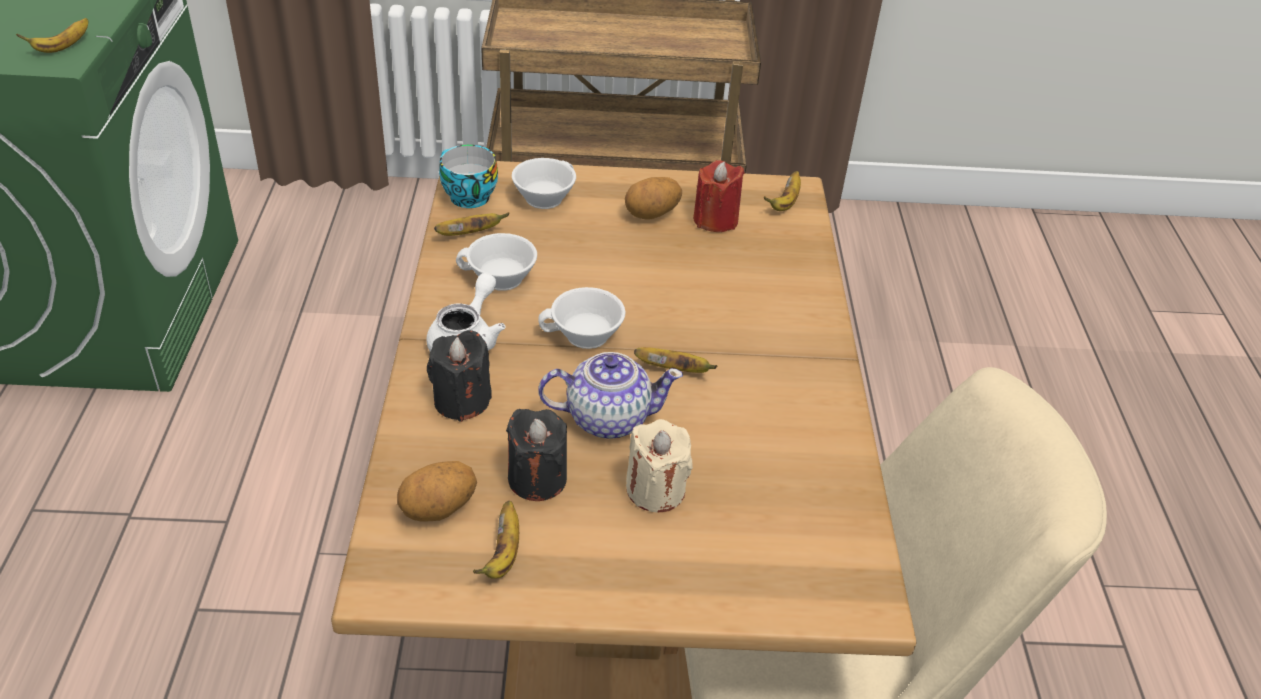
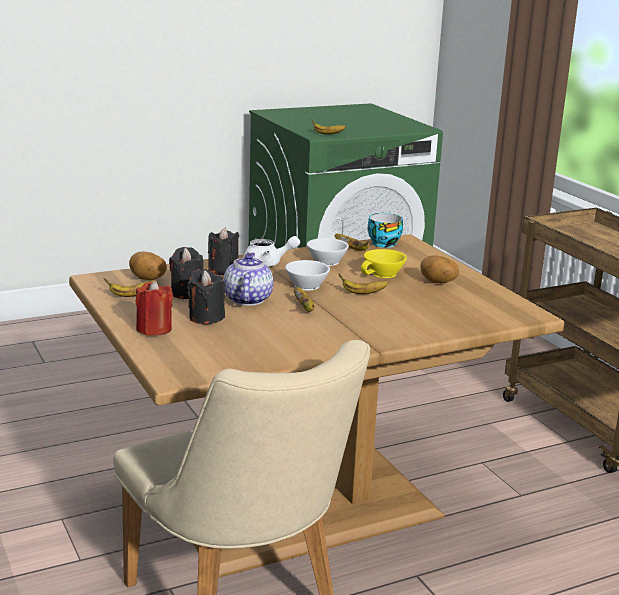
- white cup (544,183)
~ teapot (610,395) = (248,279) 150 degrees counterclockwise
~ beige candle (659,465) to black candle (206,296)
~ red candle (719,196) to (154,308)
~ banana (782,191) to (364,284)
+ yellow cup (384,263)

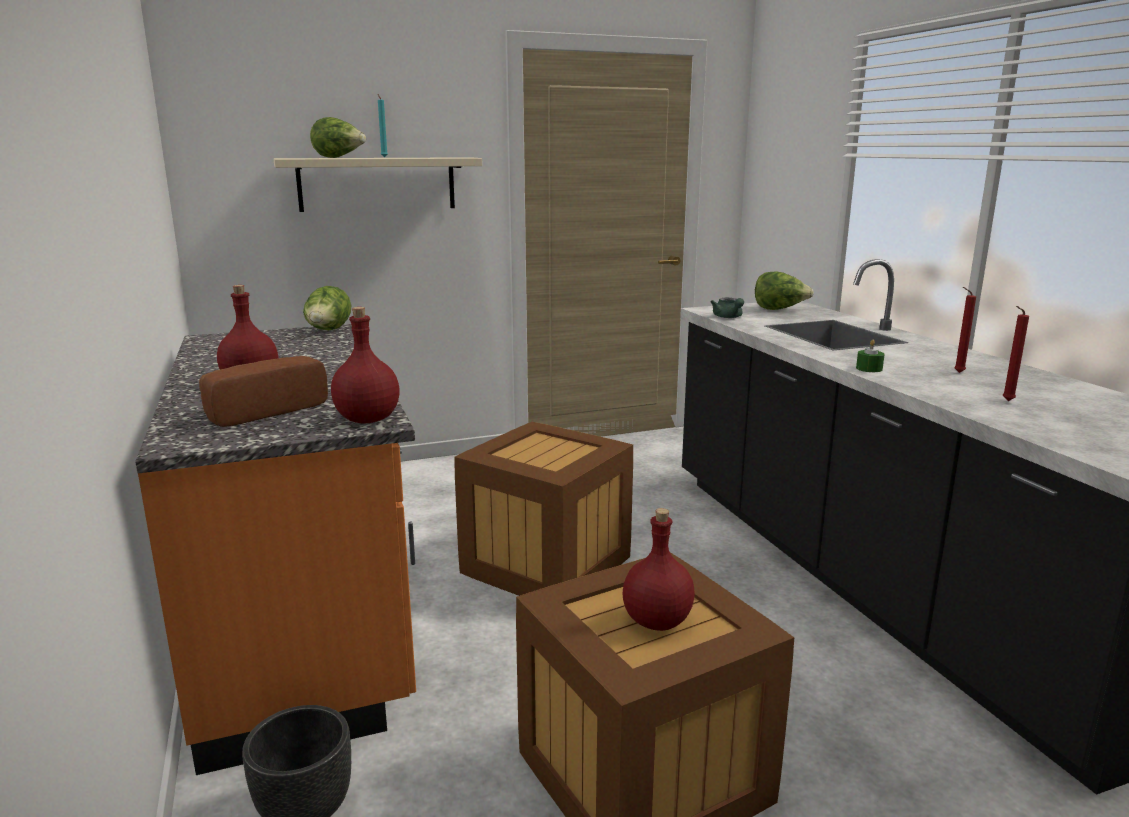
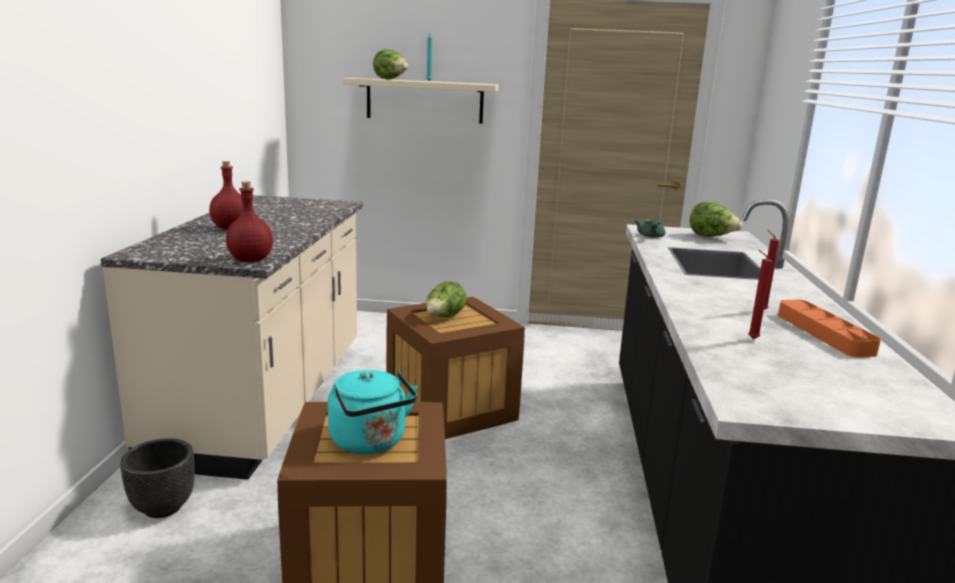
~ orange counter (275,549) to beige counter (232,337)
- bread (263,391)
~ lettuce (327,308) to (446,299)
~ red bottle (659,569) to turquoise kettle (372,412)
- green candle (870,356)
+ orange tray (829,328)

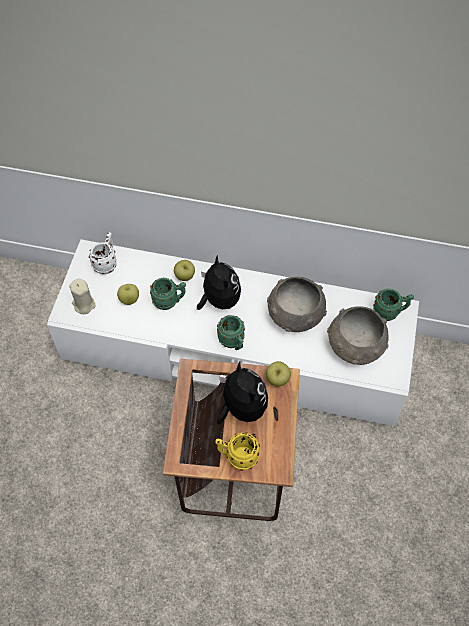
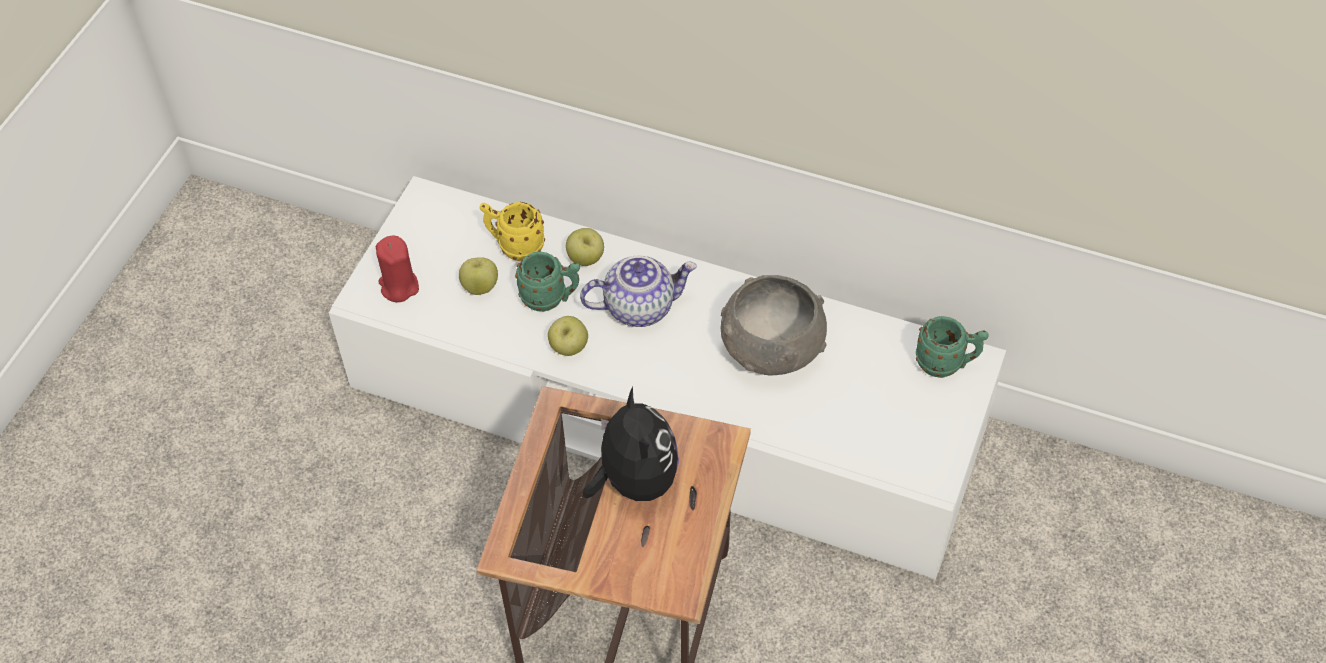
~ beige candle (82,296) to red candle (397,269)
- white mug (103,253)
~ plush toy (219,282) to teapot (638,291)
~ yellow mug (237,451) to (512,231)
- green mug (231,332)
~ apple (278,373) to (568,336)
- grey bowl (358,335)

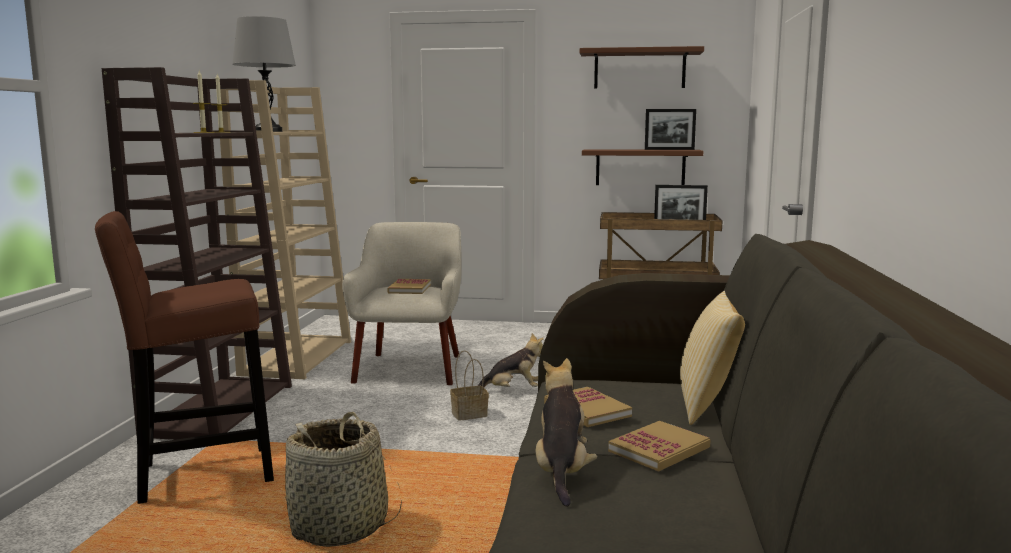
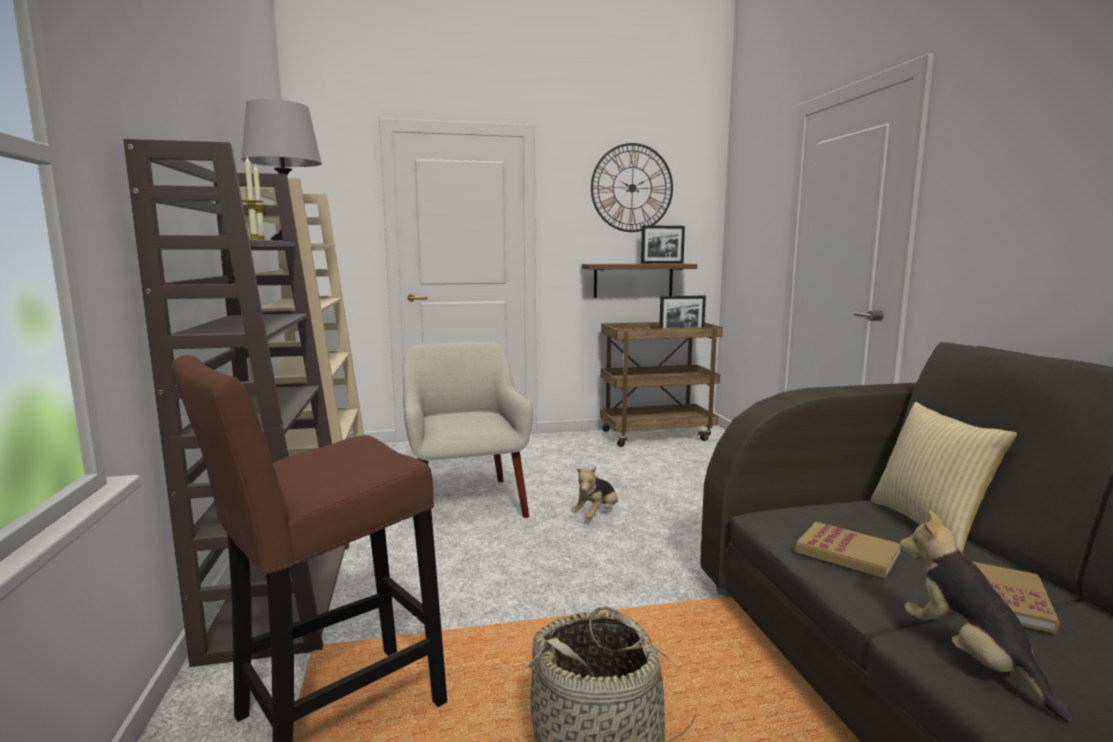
- book (409,286)
- basket (469,385)
~ plush toy (510,360) = (594,493) 150 degrees clockwise
~ brown shelf (642,67) to wall clock (632,187)

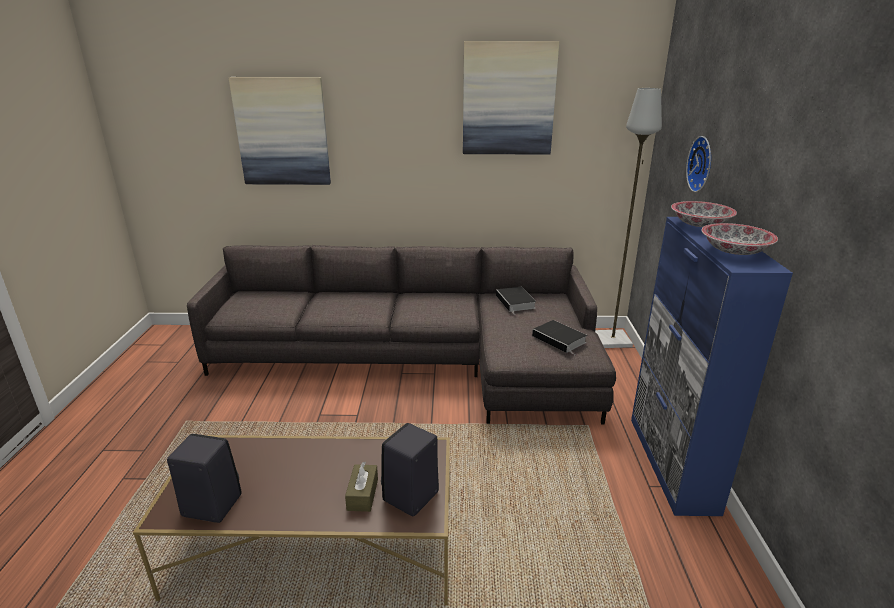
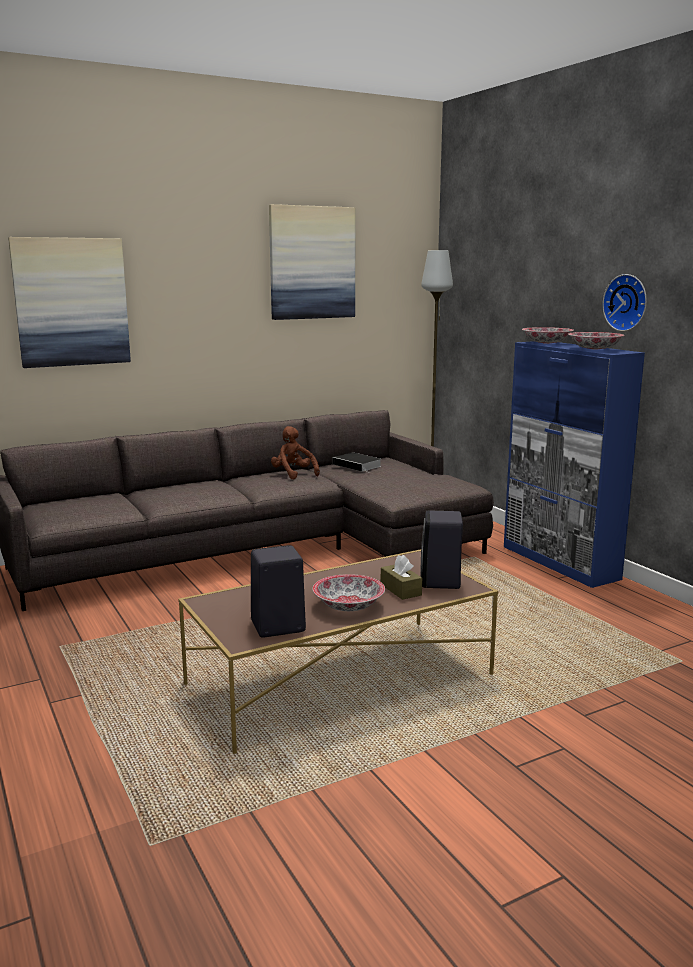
- book (559,337)
~ wall clock (698,164) to (624,302)
+ brown plush toy (295,452)
+ bowl (349,592)

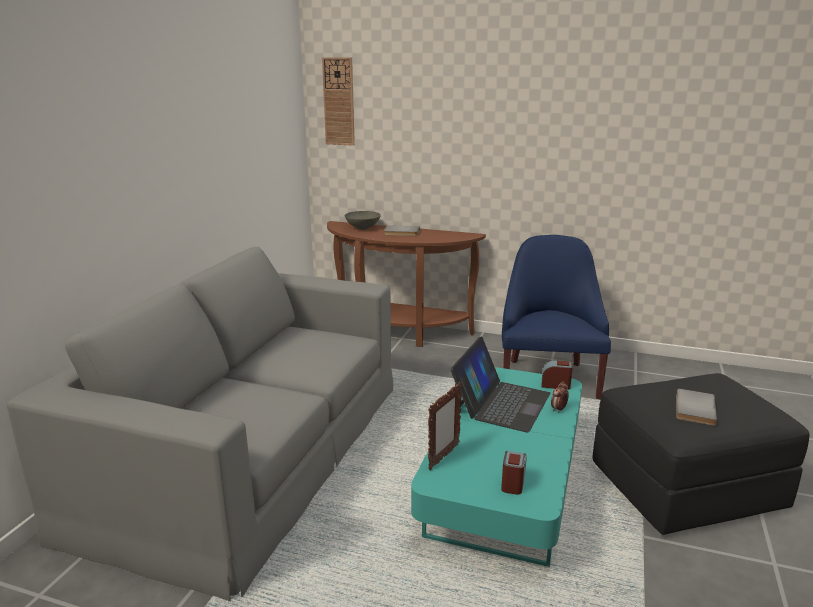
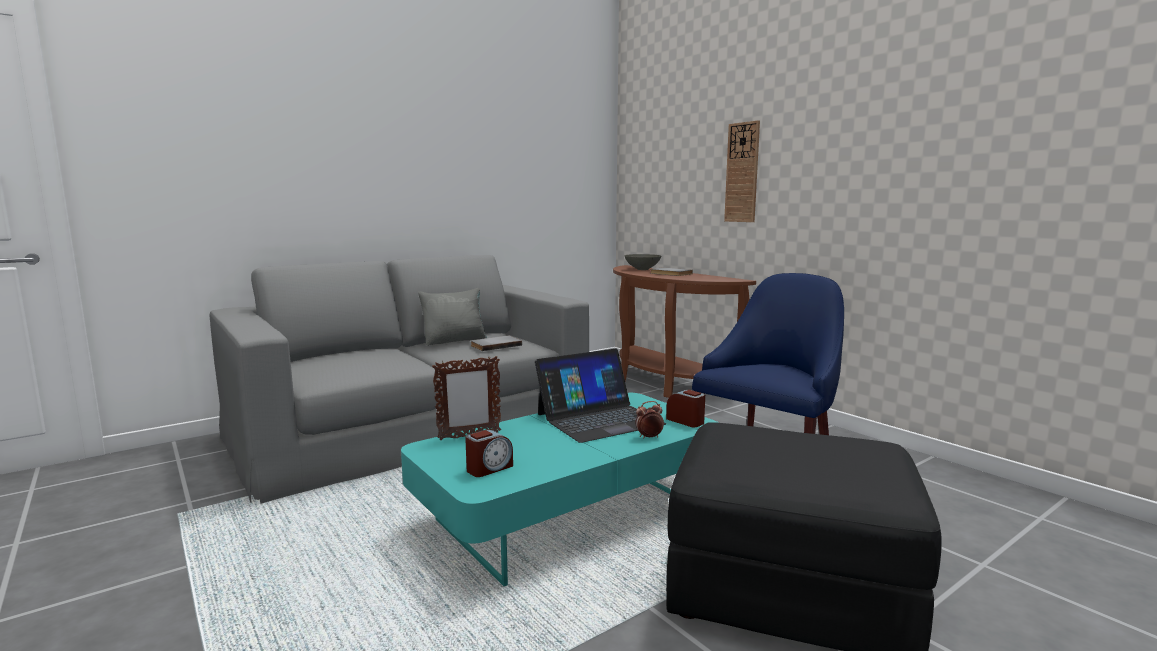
~ wall clock (338,101) to (742,171)
~ grey book (696,407) to (496,343)
+ grey pillow (452,317)

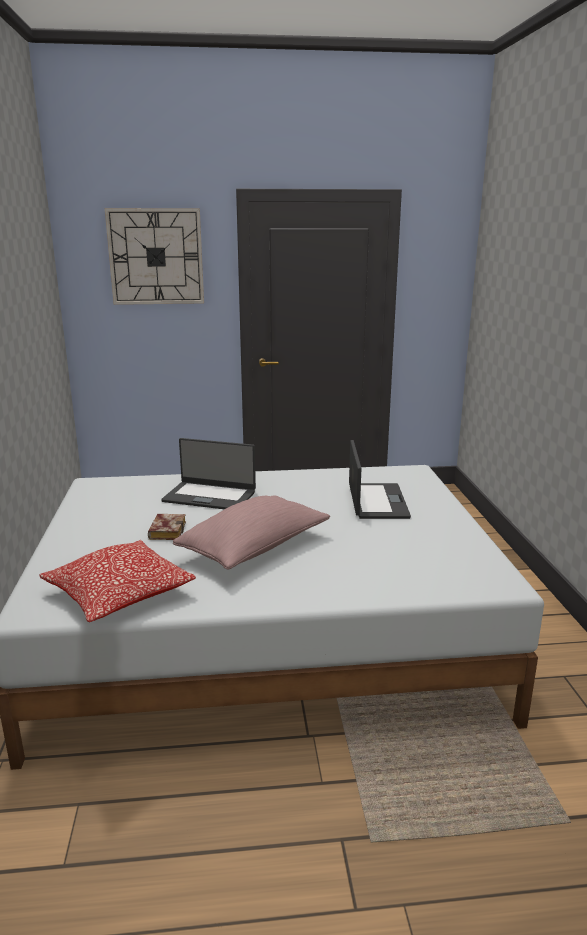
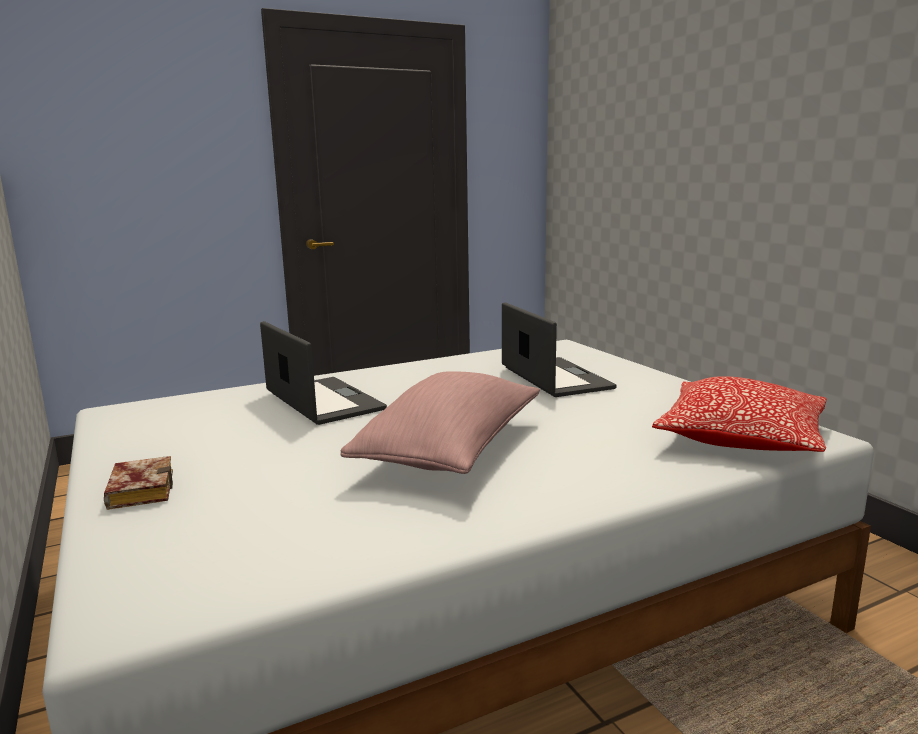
~ pillow (117,581) to (739,414)
- wall clock (154,256)
~ book (167,527) to (138,483)
~ laptop (208,473) = (323,373) 120 degrees counterclockwise

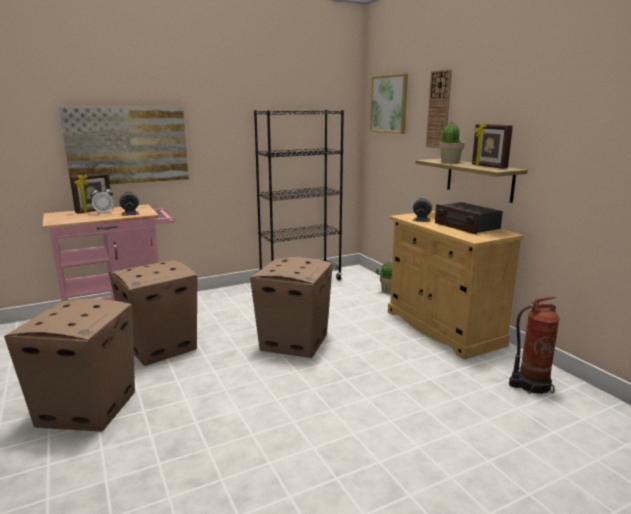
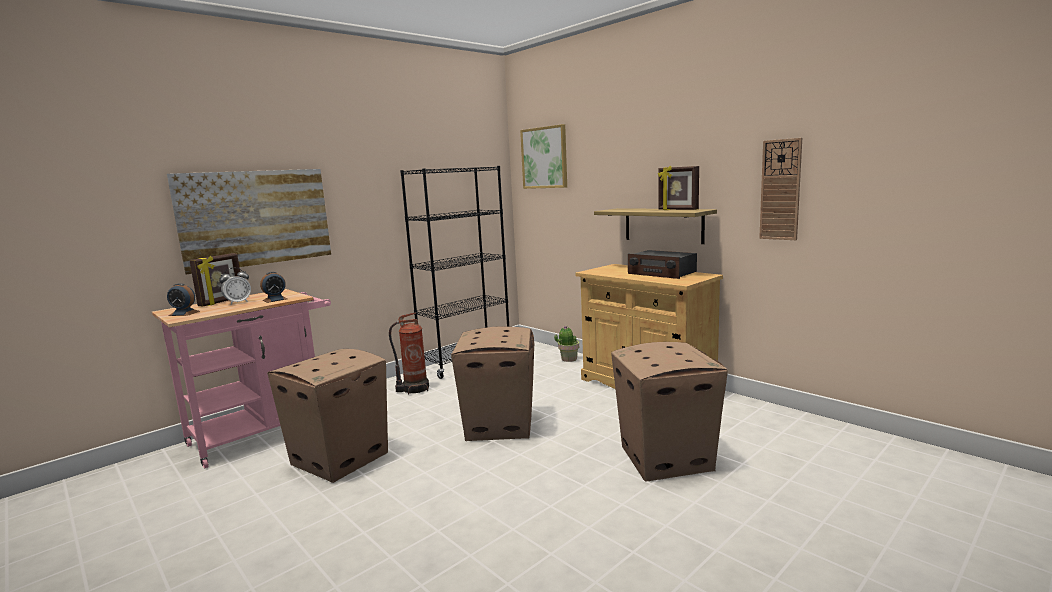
~ cardboard box (69,365) to (669,412)
~ alarm clock (422,209) to (183,299)
~ wall clock (439,108) to (780,189)
- potted plant (452,143)
~ fire extinguisher (534,345) to (409,353)

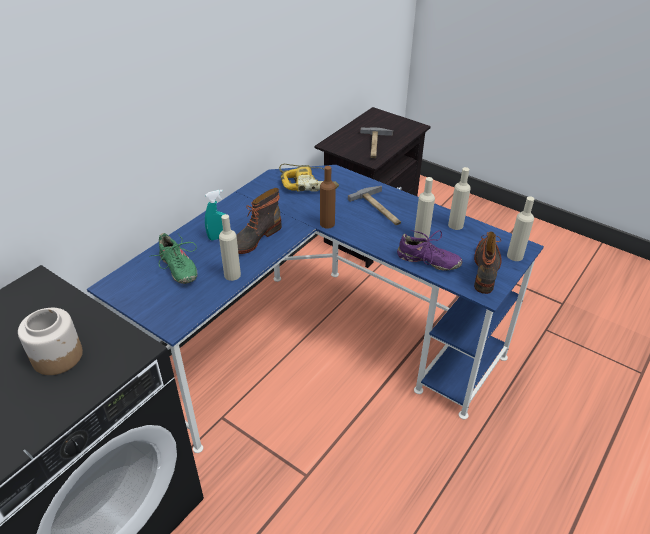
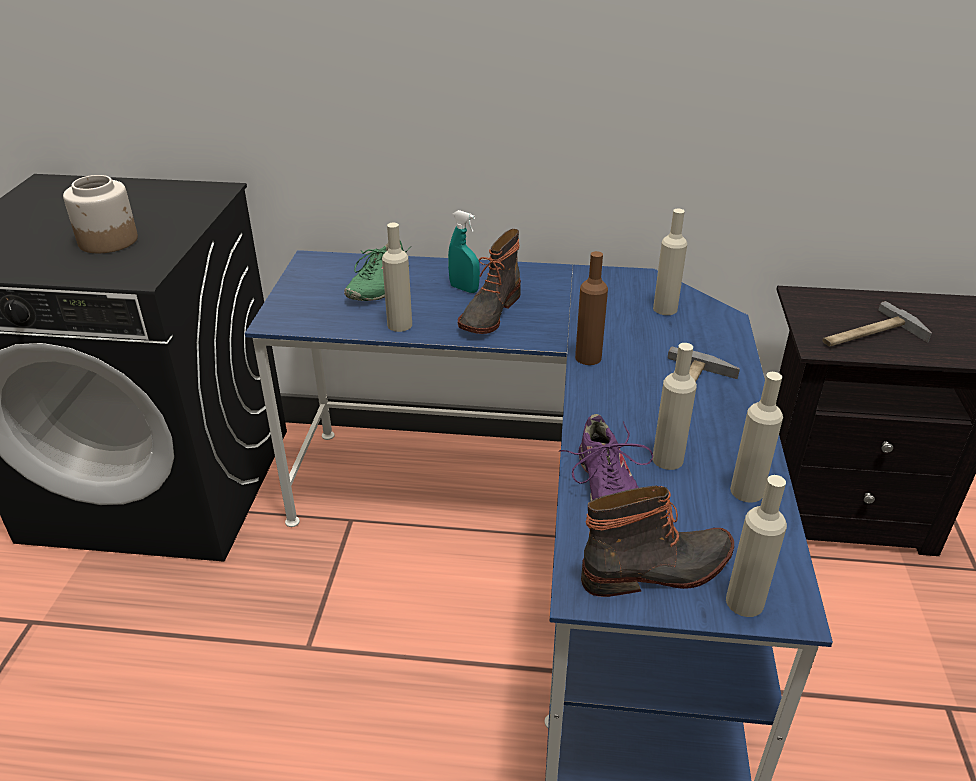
~ boot (259,221) = (489,281) 75 degrees counterclockwise
~ power drill (309,178) to beige bottle (670,262)

